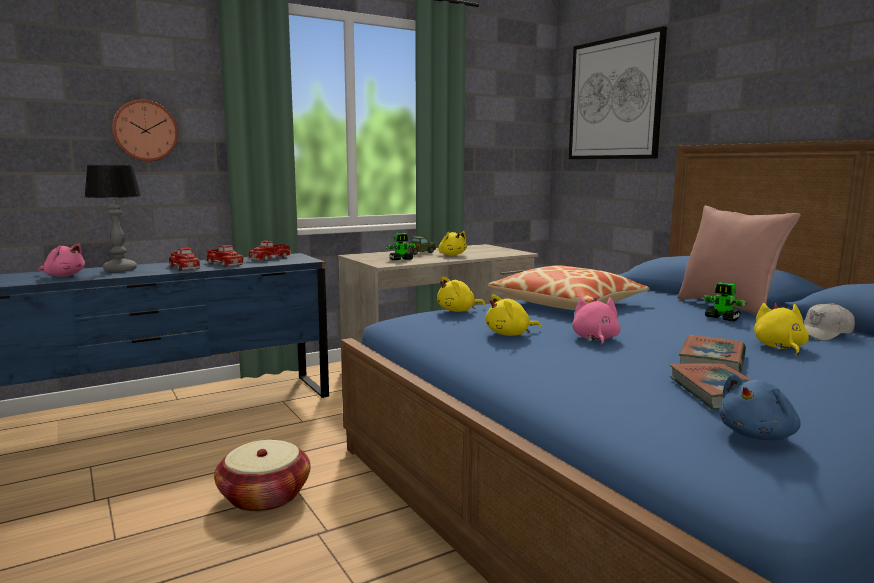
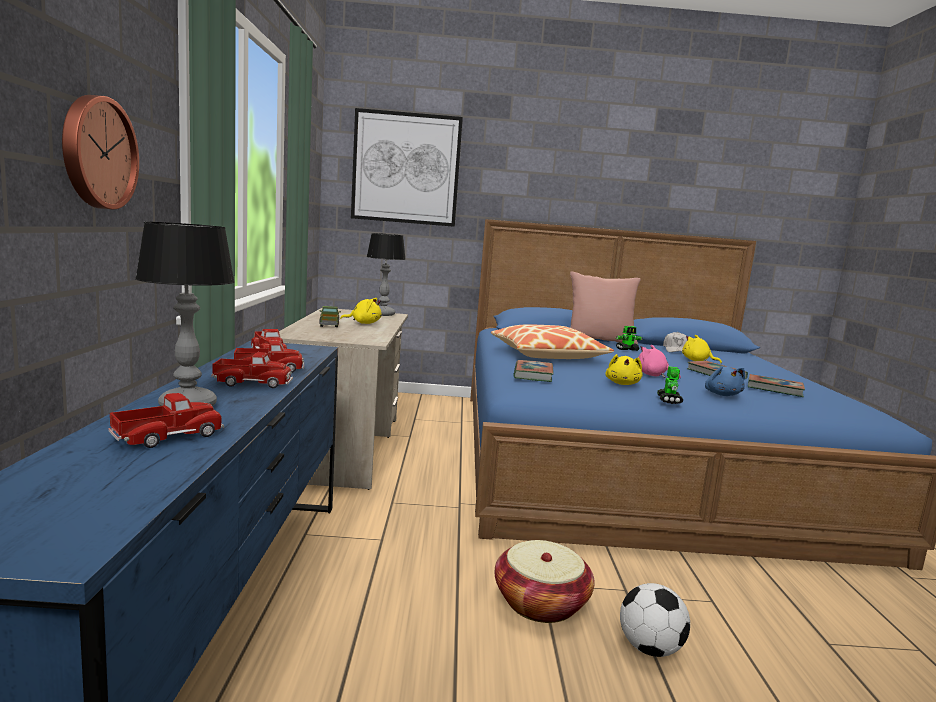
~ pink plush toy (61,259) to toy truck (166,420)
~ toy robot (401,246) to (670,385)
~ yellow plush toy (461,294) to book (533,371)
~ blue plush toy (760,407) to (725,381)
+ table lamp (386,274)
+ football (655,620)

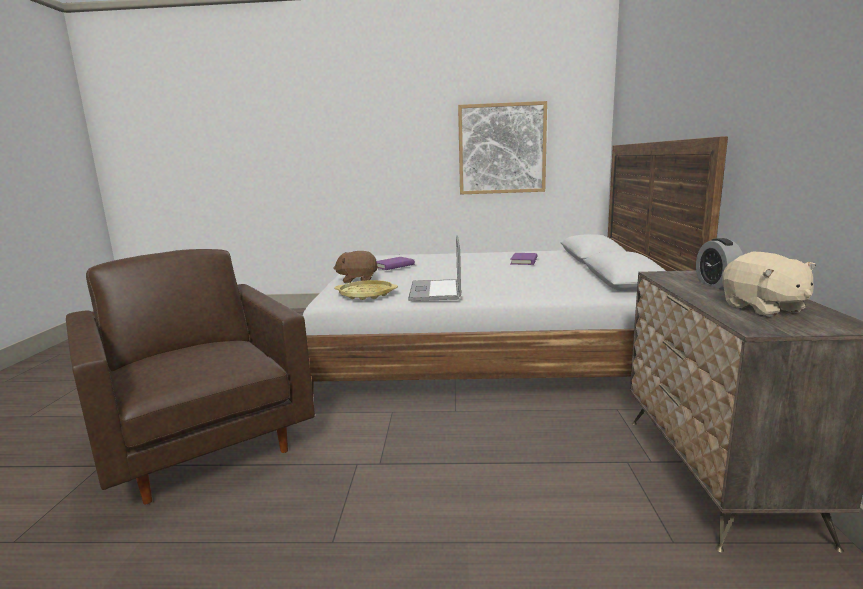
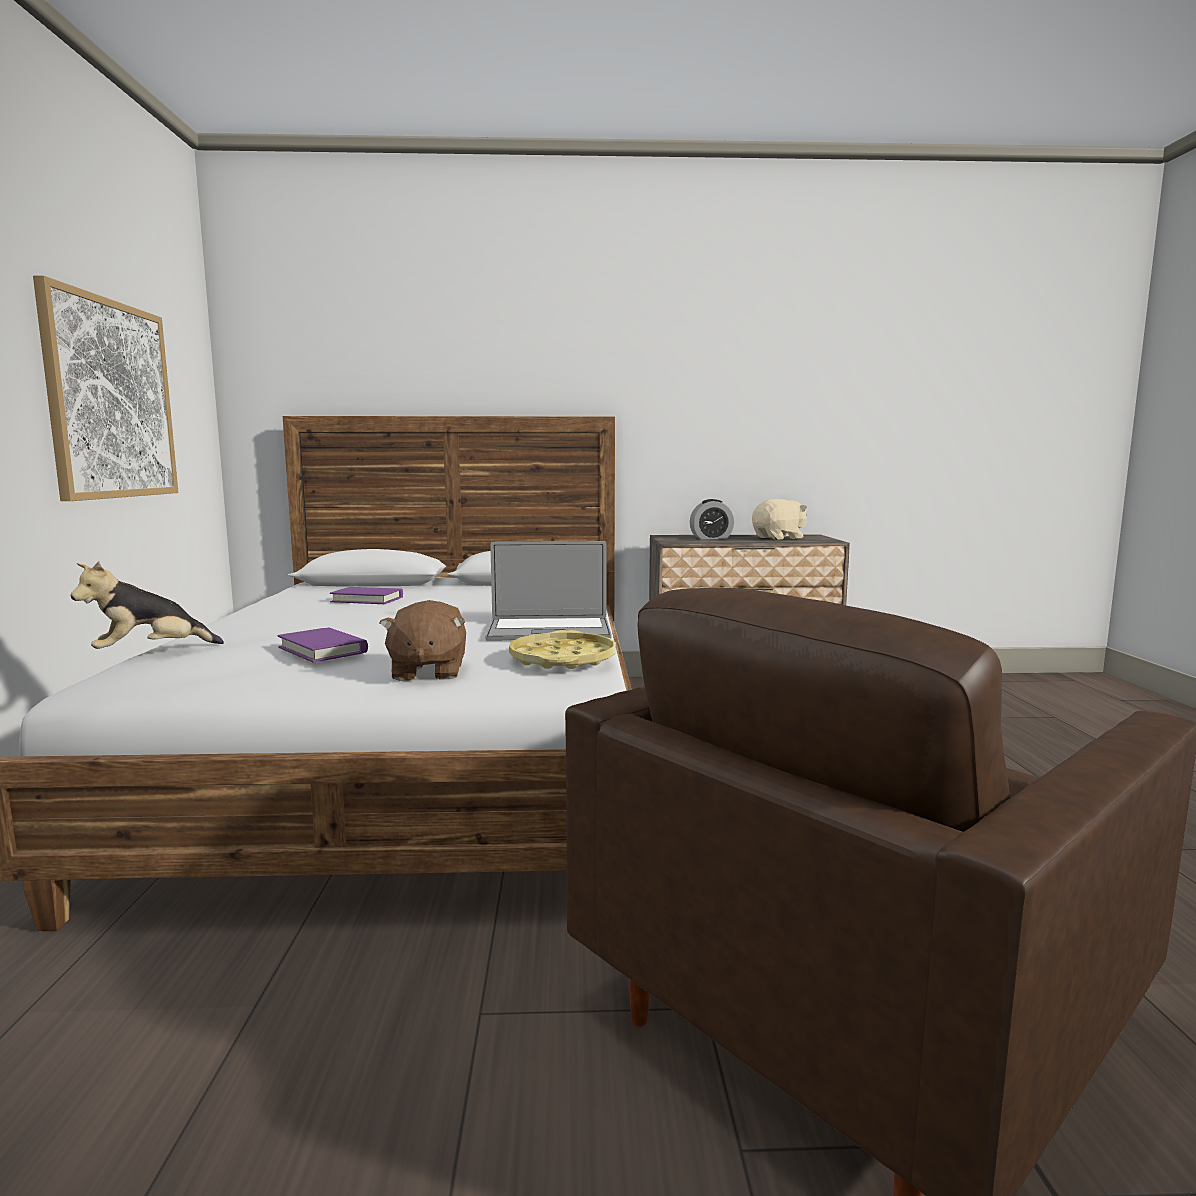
+ plush toy (147,605)

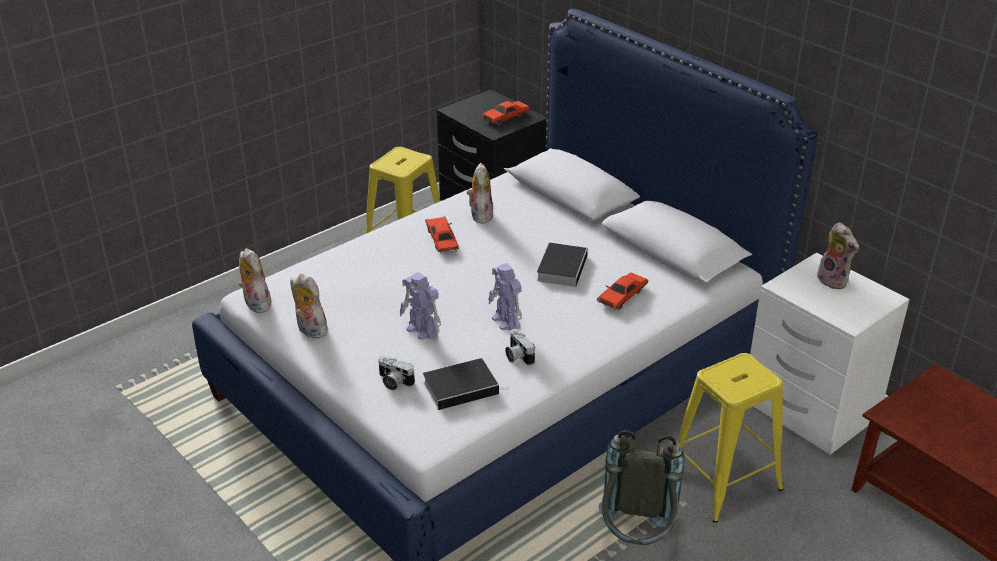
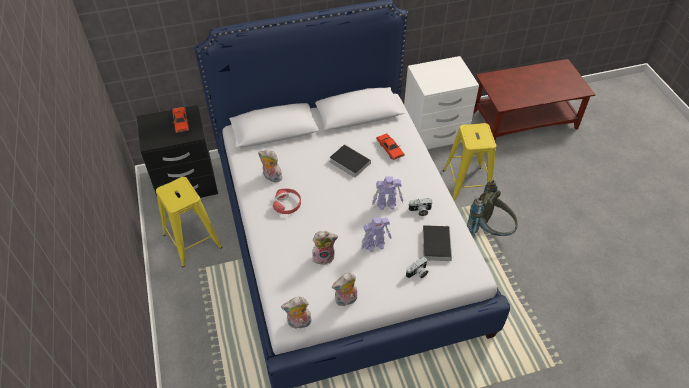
~ red toy car (442,235) to red headphones (287,201)
~ plush toy (838,255) to (325,248)

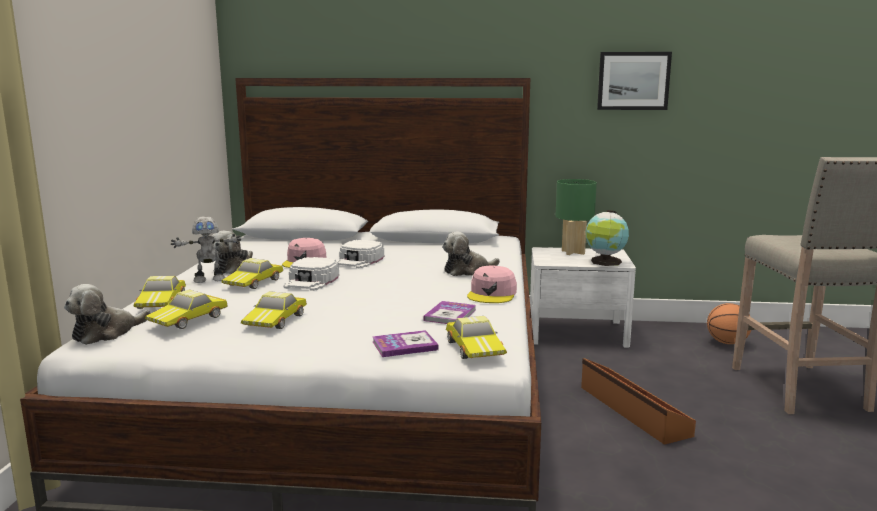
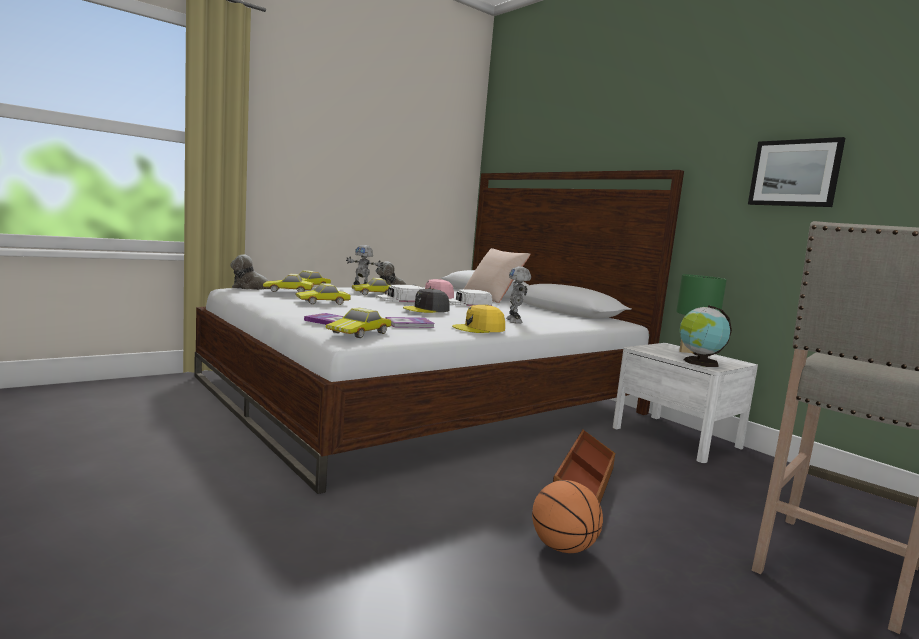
~ plush toy (471,254) to toy robot (518,295)
~ pink cap (492,284) to yellow cap (478,319)
~ basketball (729,323) to (567,516)
+ grey cap (426,301)
+ beige pillow (497,275)

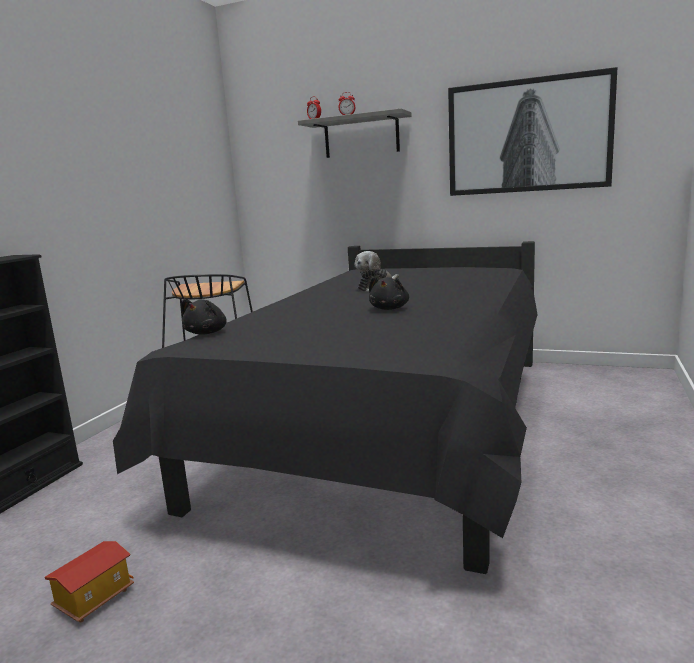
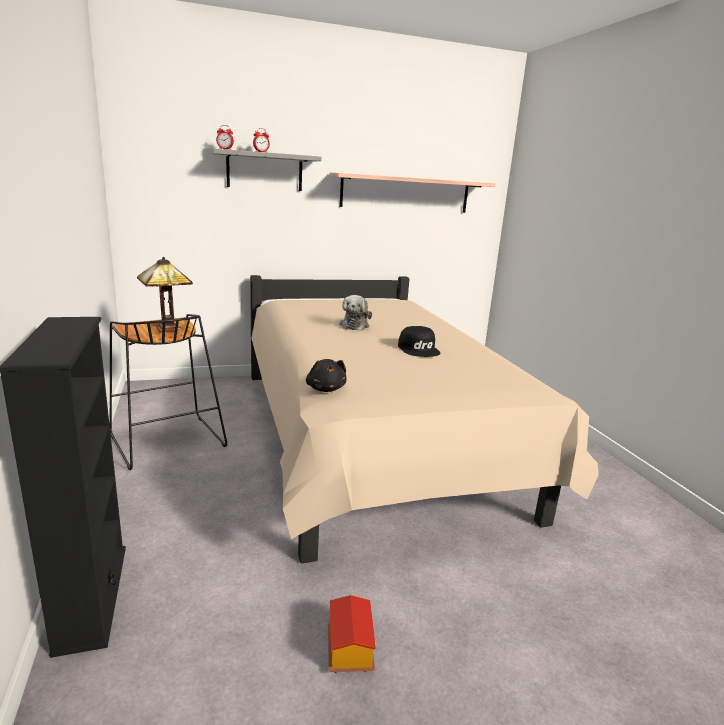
~ black bed (325,407) to beige bed (424,419)
~ black plush toy (389,293) to black cap (419,341)
~ picture (532,131) to shelf (412,193)
+ table lamp (165,294)

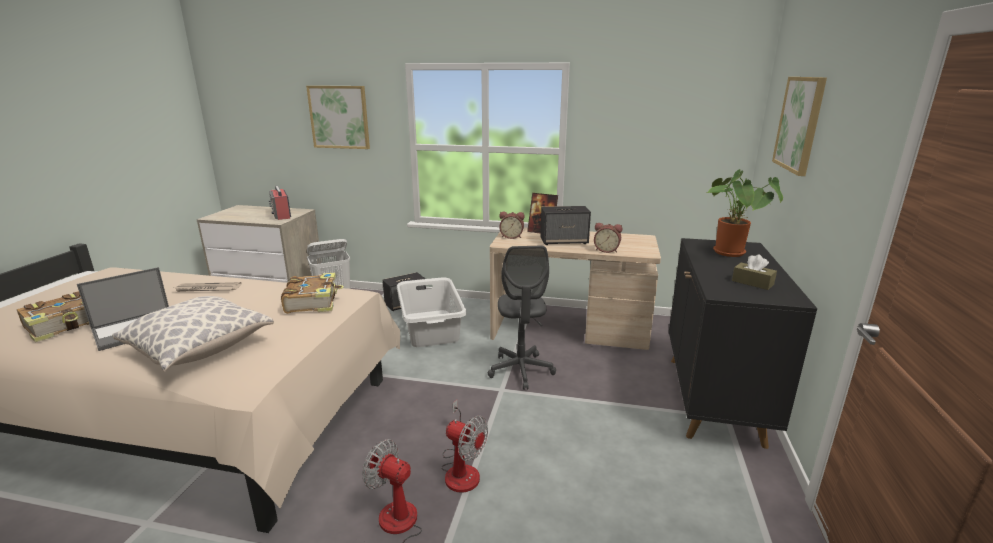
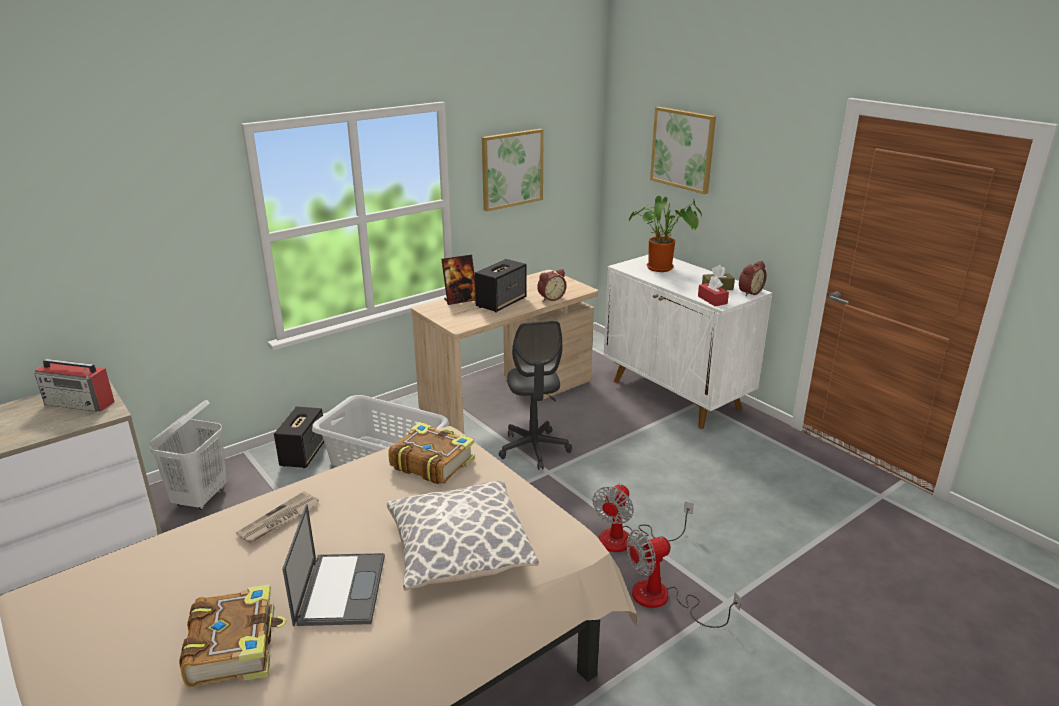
~ picture (338,117) to (513,170)
~ fan (464,446) = (642,518) 135 degrees clockwise
~ grey office chair (522,318) = (535,395) 45 degrees clockwise
~ alarm clock (512,225) to (753,278)
~ black cabinet (743,343) to white cabinet (688,341)
+ red tissue box (713,291)

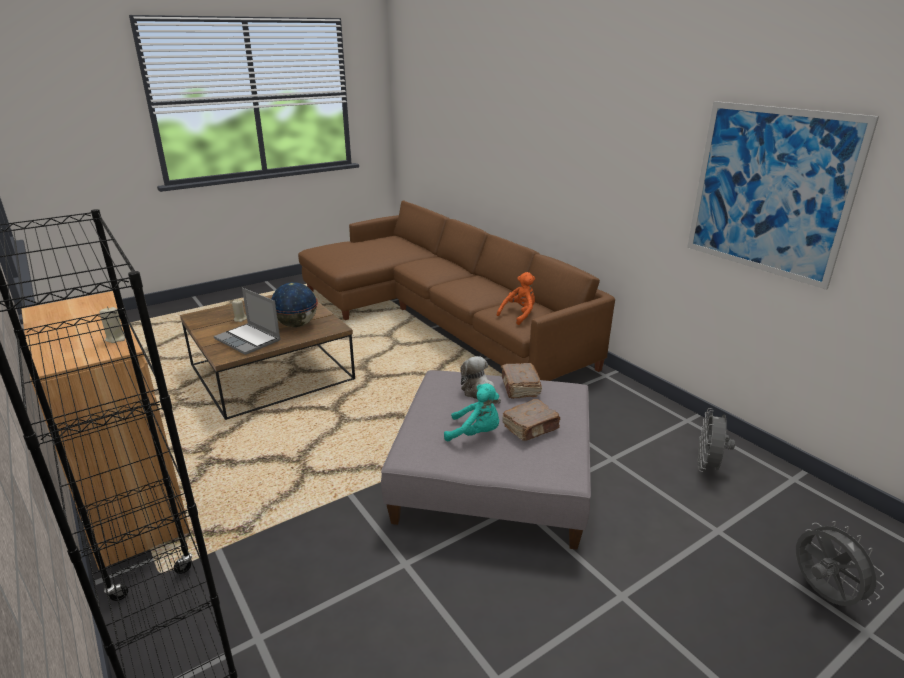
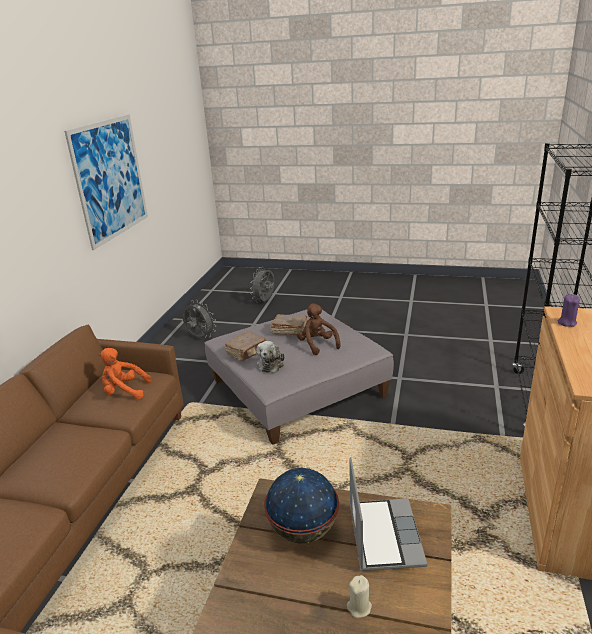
~ beige candle (112,324) to purple candle (569,310)
~ turquoise plush toy (471,413) to brown plush toy (319,329)
~ grey fan (716,440) = (199,319) 120 degrees counterclockwise

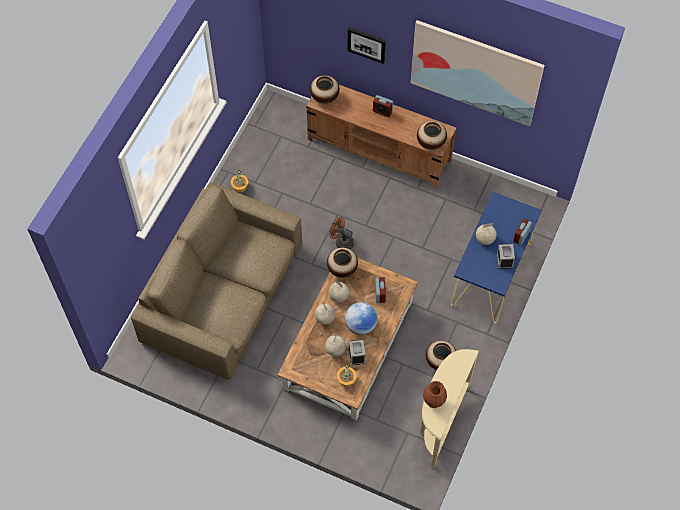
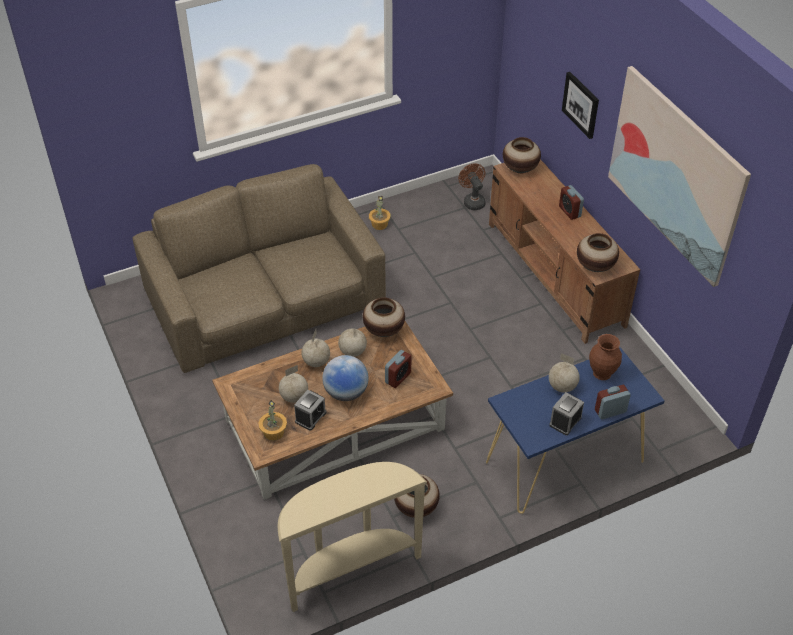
~ brown fan (341,233) to (472,186)
~ brown vase (435,394) to (605,357)

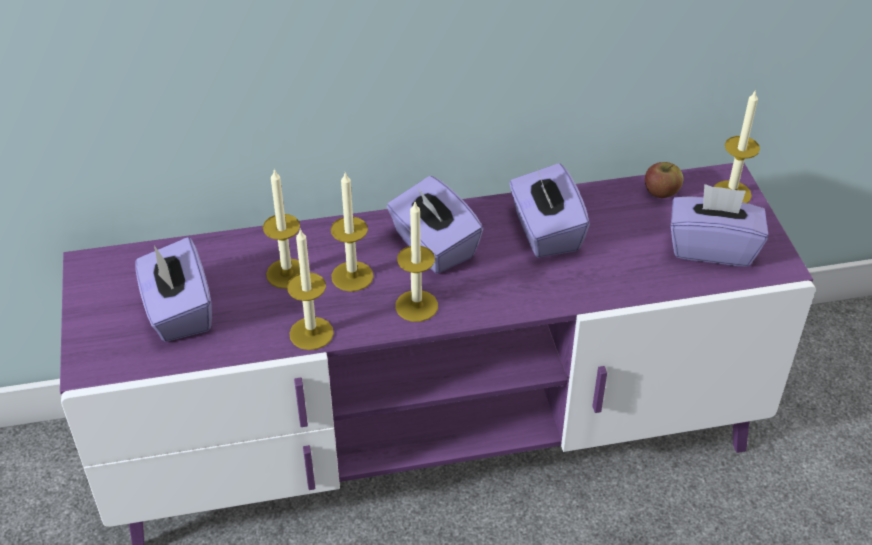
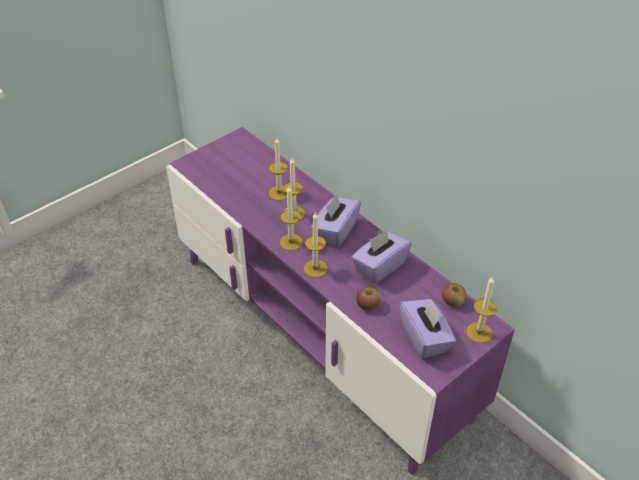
- purple tissue box (173,289)
~ candle (310,289) to (315,245)
+ apple (369,299)

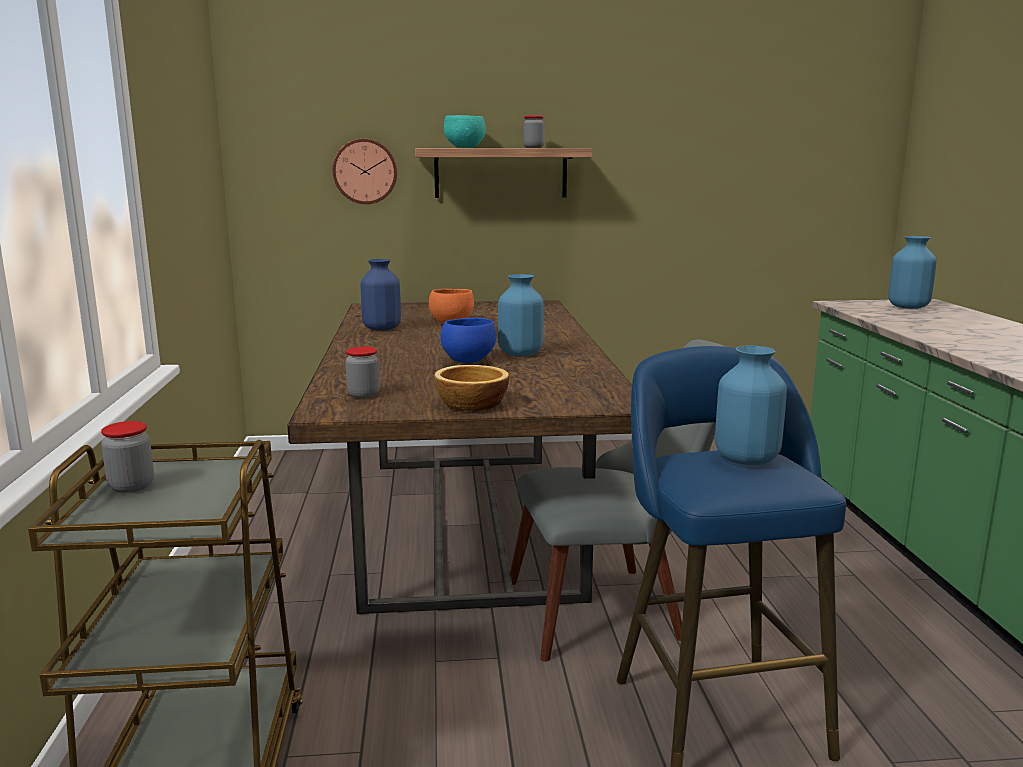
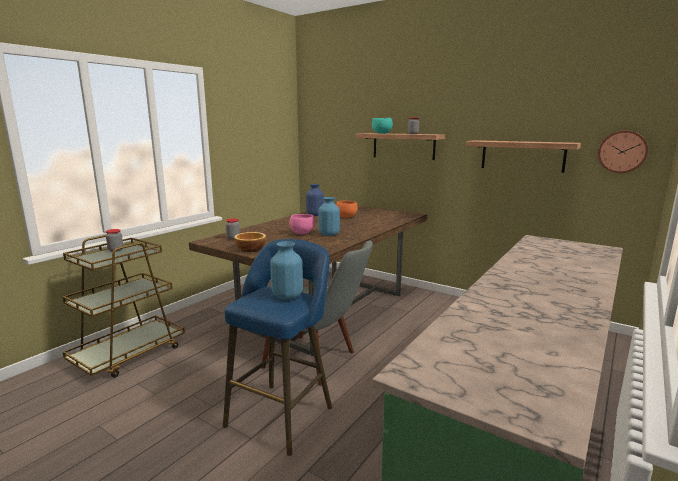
~ wall clock (365,171) to (623,151)
~ blue bowl (468,340) to pink bowl (302,224)
- blue vase (912,272)
+ shelf (523,156)

